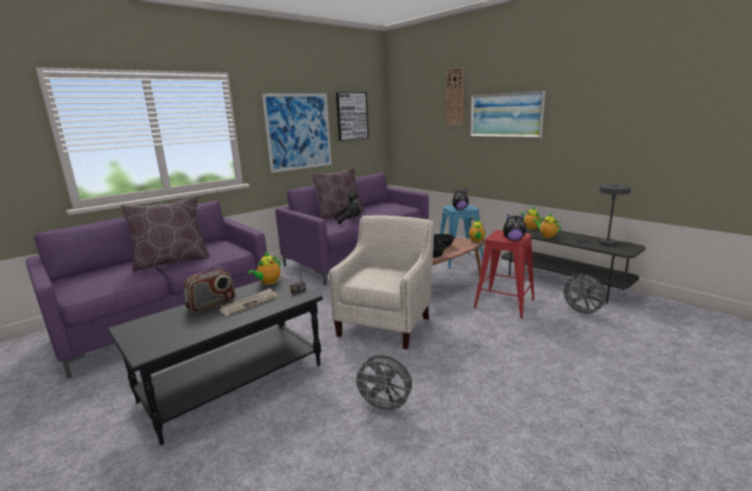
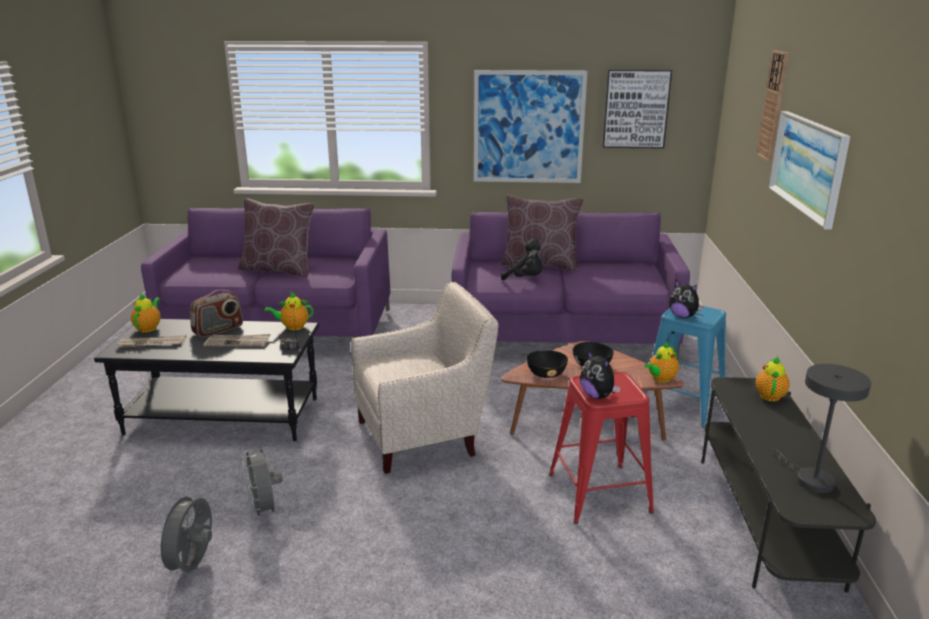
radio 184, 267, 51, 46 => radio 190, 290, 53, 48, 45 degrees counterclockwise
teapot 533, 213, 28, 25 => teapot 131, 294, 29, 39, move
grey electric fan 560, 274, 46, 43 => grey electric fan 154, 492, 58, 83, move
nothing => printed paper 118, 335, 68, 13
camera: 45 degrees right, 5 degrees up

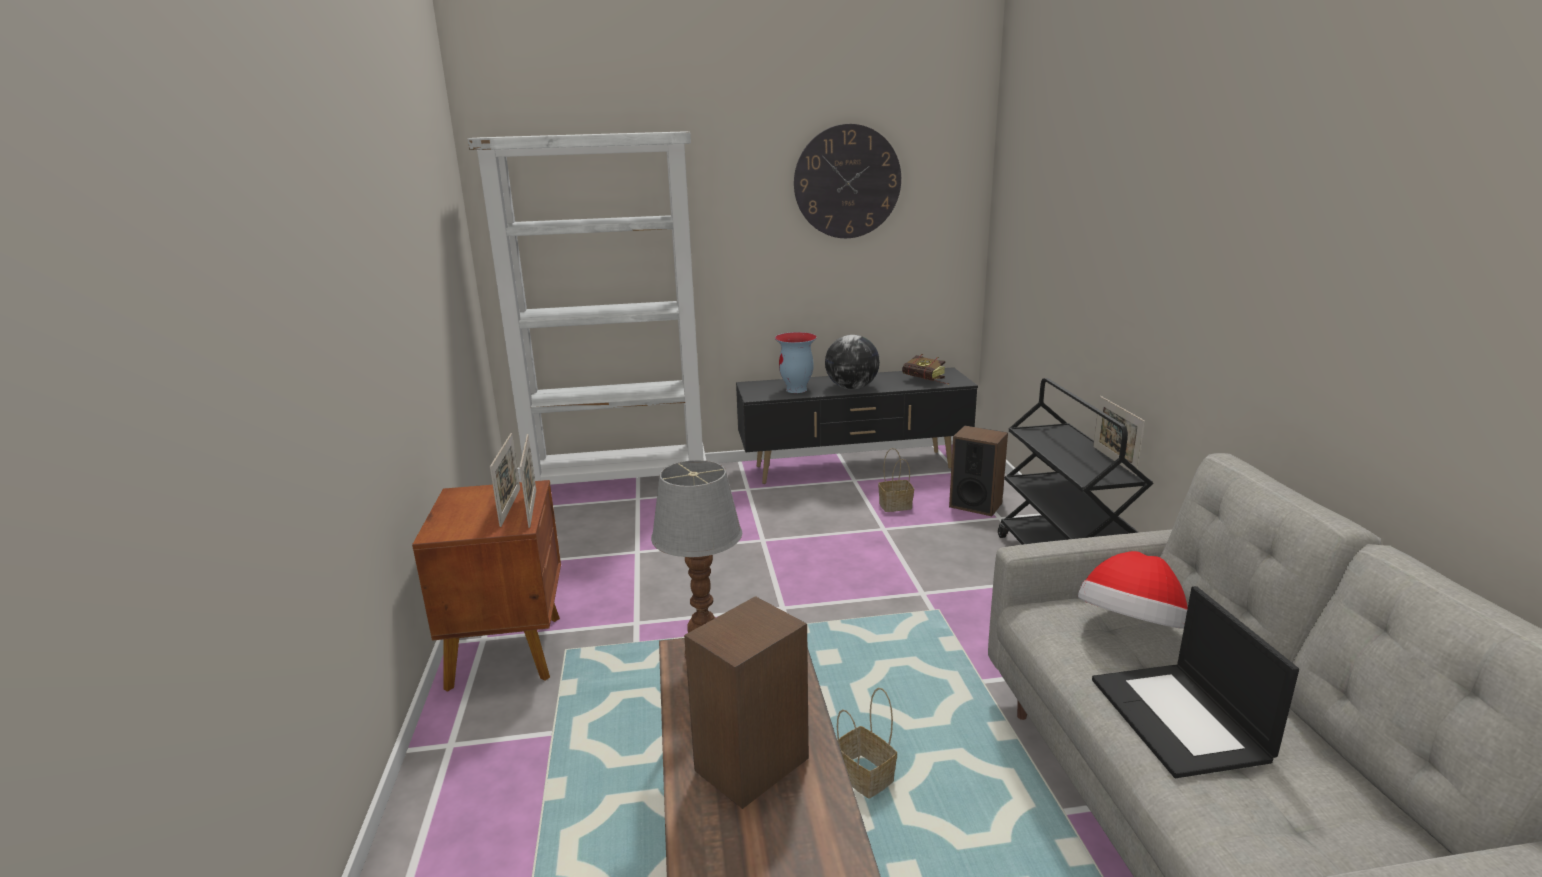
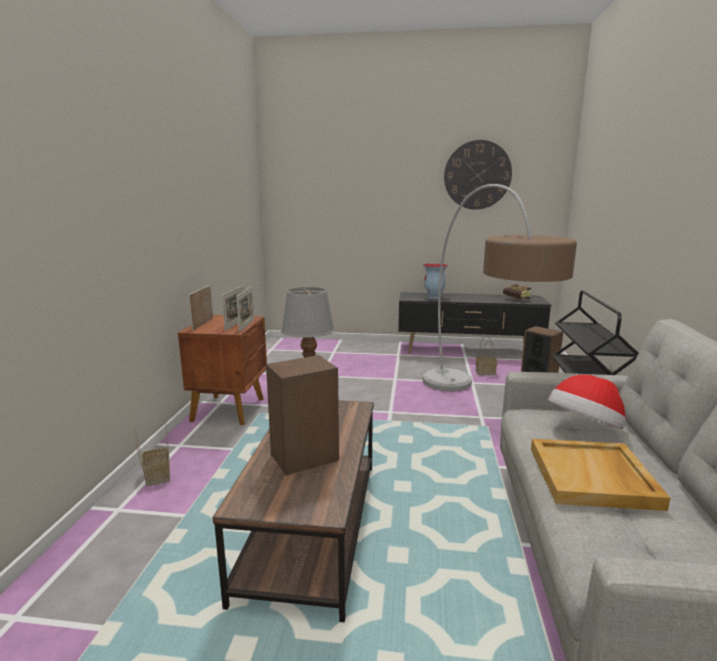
white-coloured shelving unit 468, 131, 238, 354 => nothing
desk globe 825, 335, 55, 54 => nothing
household basket 837, 688, 60, 110 => household basket 134, 426, 36, 60, move
laptop 1092, 586, 207, 192 => beige carrying tray 531, 439, 139, 72
standing frame 1093, 396, 52, 80 => standing frame 189, 285, 24, 46, move
nothing => floor lamp 423, 184, 154, 207
camera: 15 degrees right, 5 degrees down

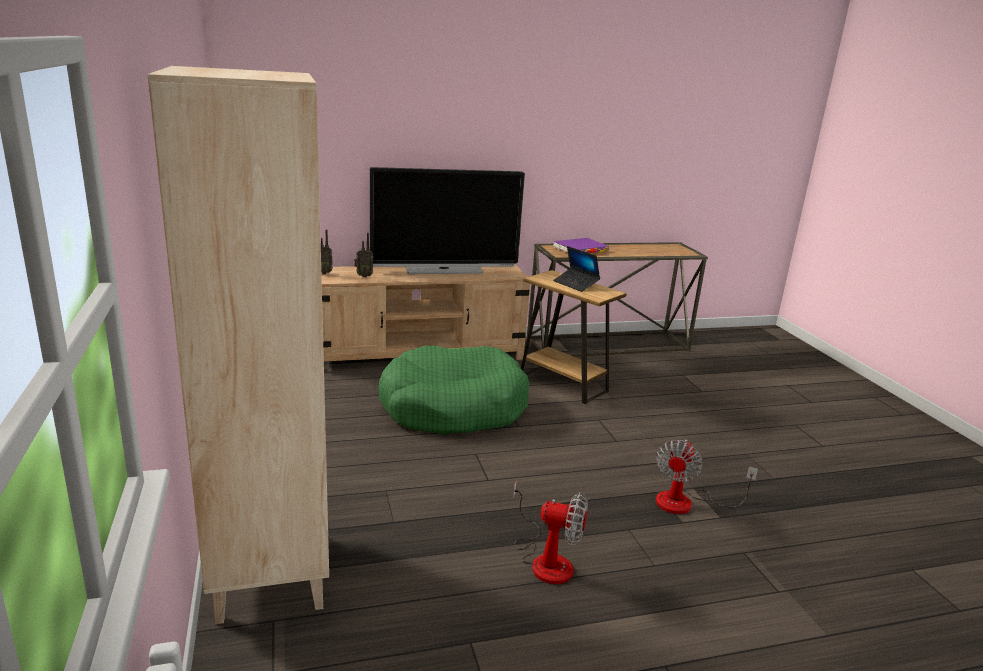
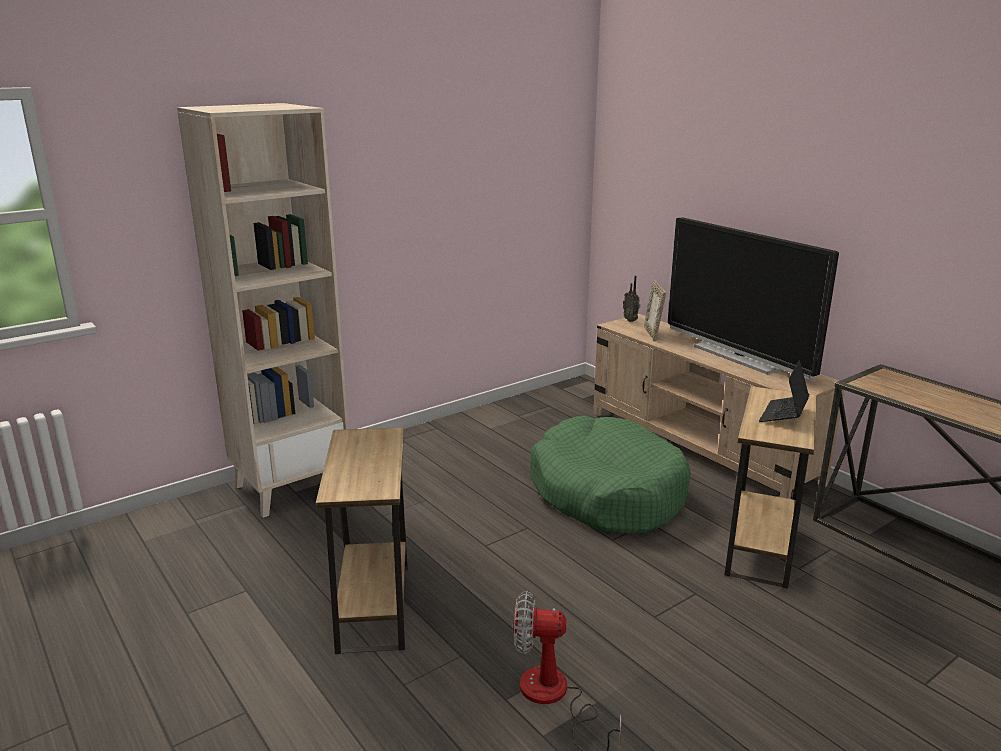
radio 354, 233, 19, 44 => standing frame 644, 280, 22, 61
electric fan 513, 481, 75, 103 => brown-coloured side table 316, 427, 92, 227
purple-coloured volume 553, 238, 56, 15 => nothing
camera: 70 degrees right, 0 degrees up

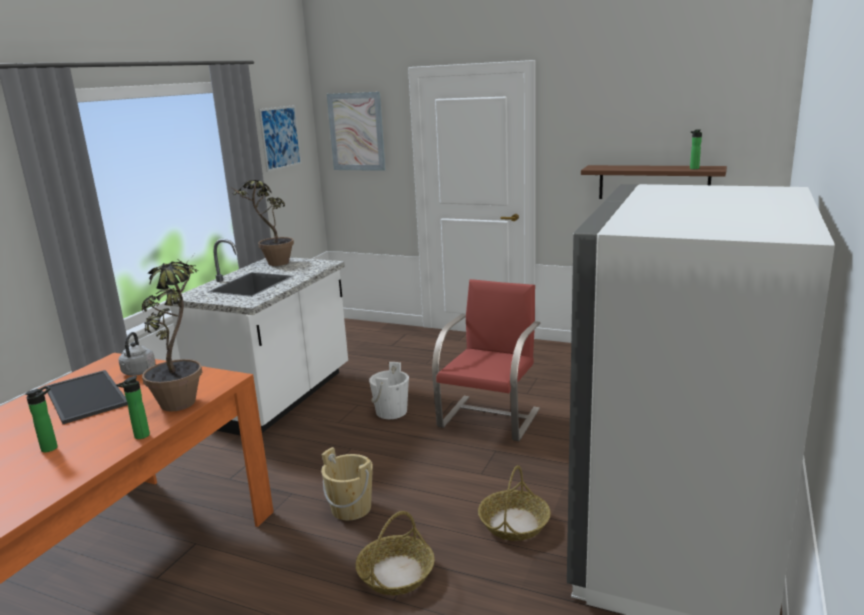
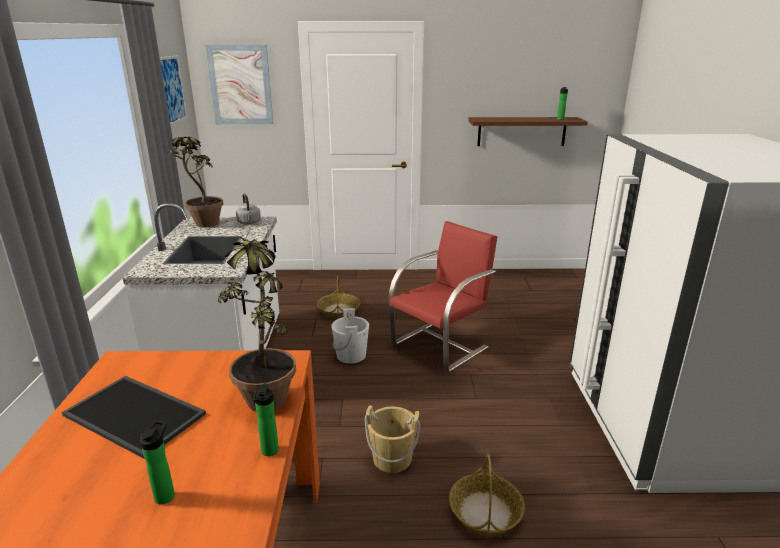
grey kettle 118, 332, 38, 44 => grey kettle 236, 193, 25, 31, move
red-coloured chair 432, 279, 109, 162 => red-coloured chair 389, 221, 109, 151, 45 degrees clockwise
household basket 478, 465, 73, 76 => household basket 317, 275, 43, 44, move
camera: 25 degrees left, 5 degrees up

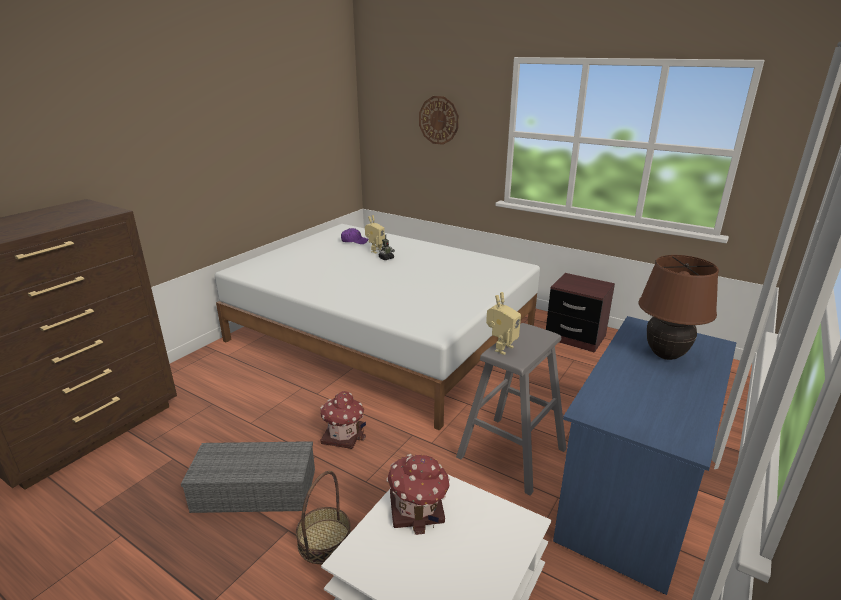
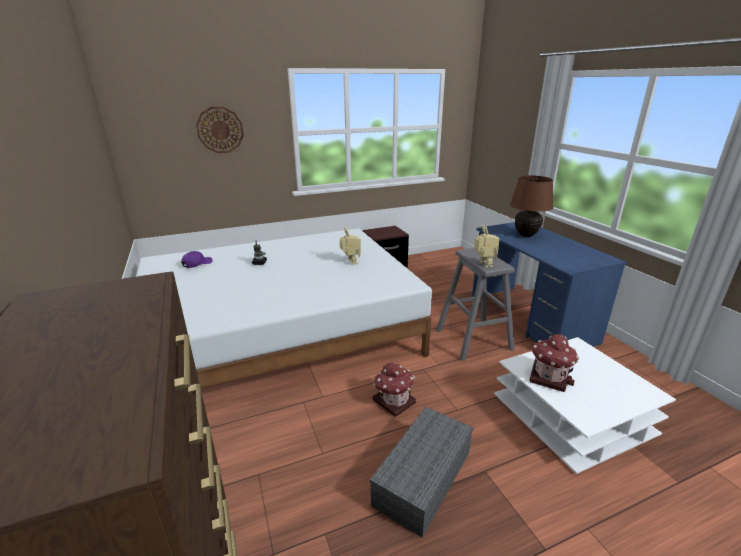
household basket 296, 471, 55, 93 => nothing
robot figure 365, 215, 20, 39 => robot figure 340, 228, 21, 37, move
camera: 55 degrees left, 0 degrees up

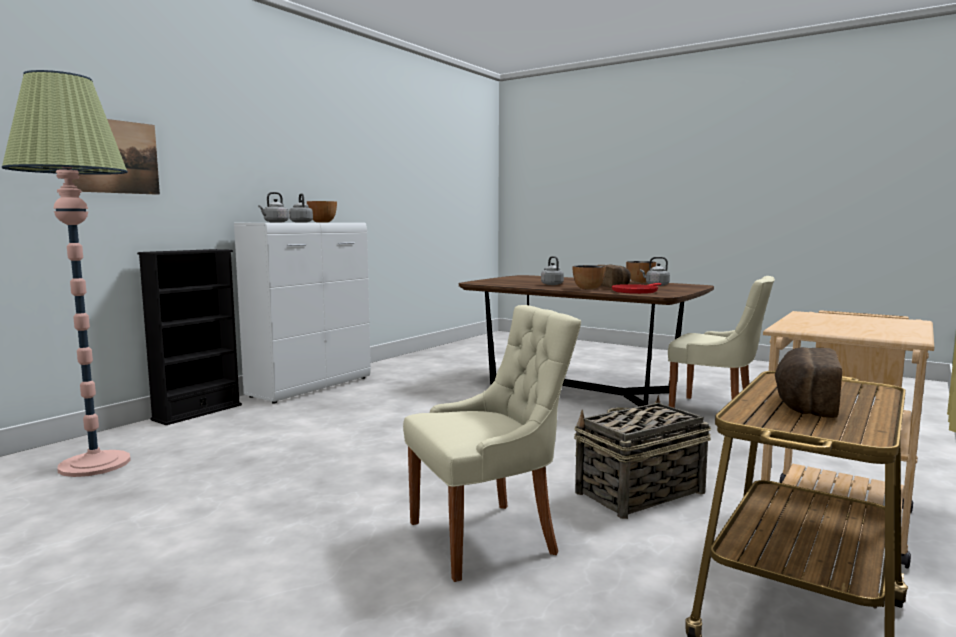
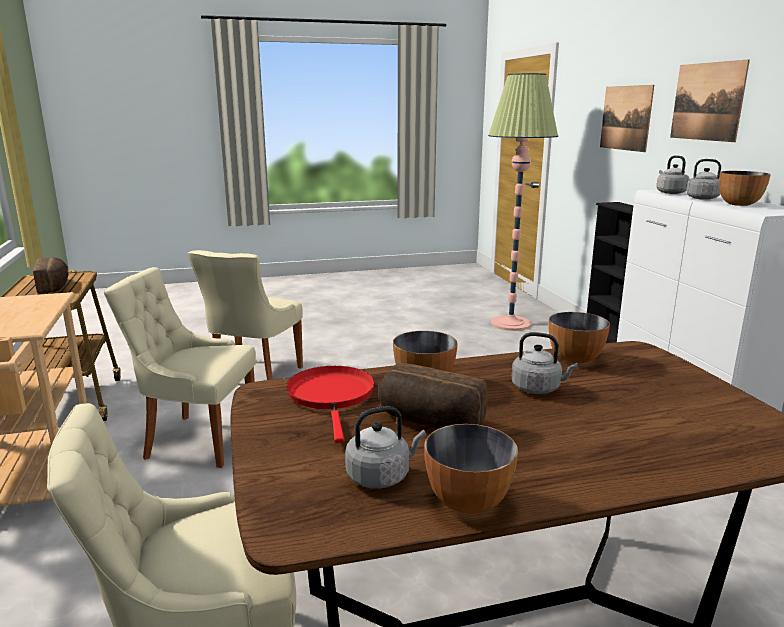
household basket 574, 395, 137, 124 => beige chair 104, 267, 152, 201
nothing => serving bowl 548, 312, 62, 51
nothing => wall art 670, 59, 80, 83
camera: 130 degrees right, 10 degrees up

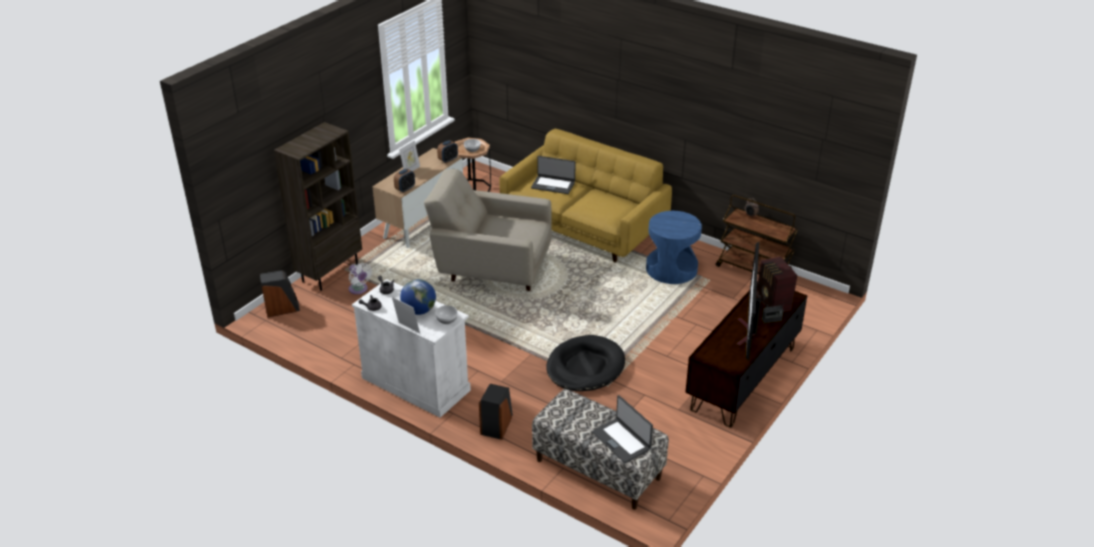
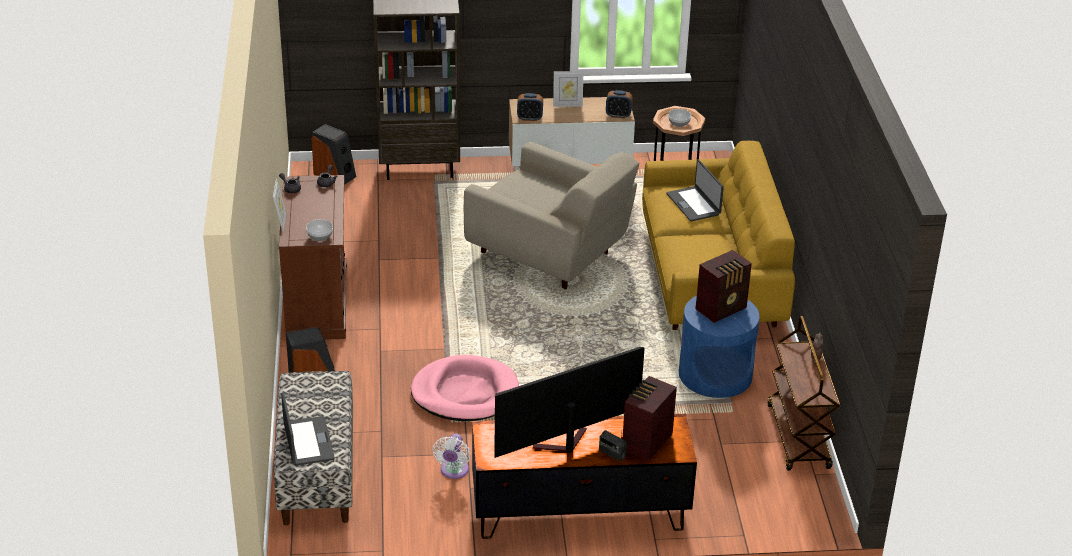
white-coloured electric fan 349, 263, 23, 31 => white-coloured electric fan 432, 433, 39, 46, move
white-coloured cabinet 352, 279, 119, 139 => brown-coloured cabinet 279, 175, 68, 165
desk globe 400, 279, 36, 36 => nothing
beige lounge chair 424, 169, 128, 122 => beige lounge chair 464, 142, 175, 147, 150 degrees clockwise
black dog bed 546, 335, 79, 56 => pink-coloured dog bed 411, 355, 108, 66
laptop 592, 395, 61, 68 => laptop 281, 392, 54, 74, 150 degrees clockwise
nothing => radio 696, 250, 56, 73
camera: 50 degrees right, 0 degrees up

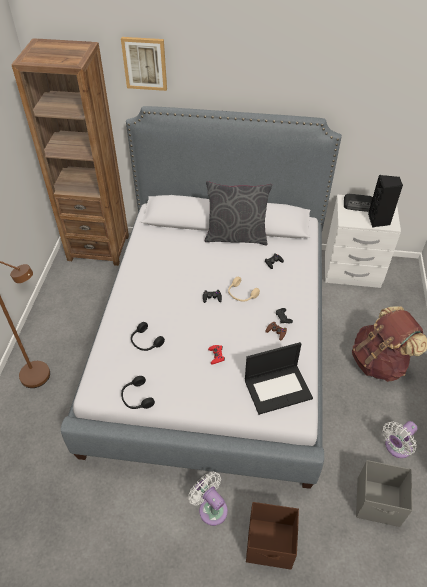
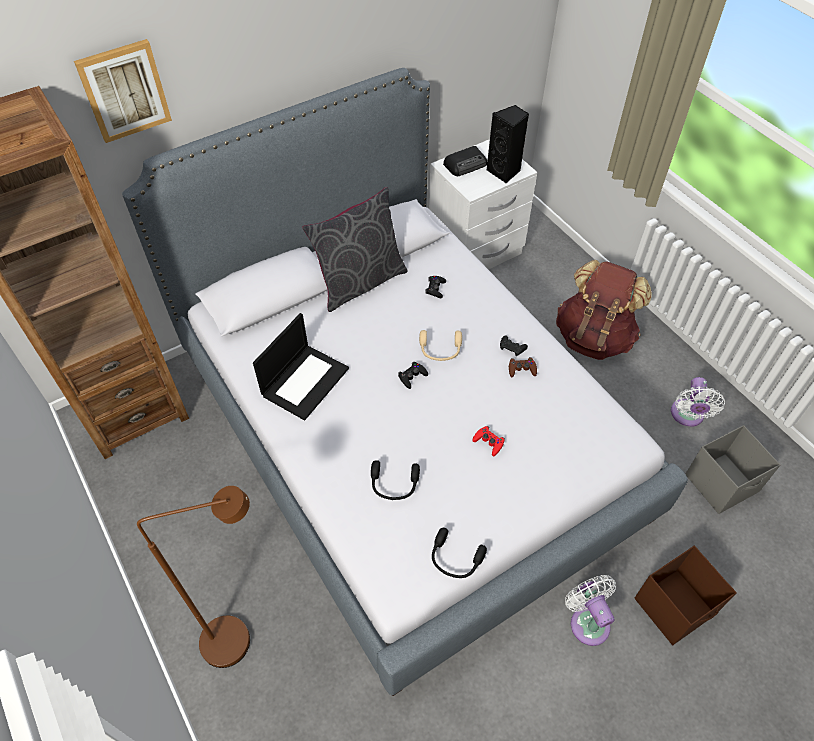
white-coloured electric fan 188, 472, 40, 54 => white-coloured electric fan 565, 575, 51, 71, 60 degrees clockwise
laptop 245, 342, 68, 73 => laptop 253, 313, 96, 108, move
camera: 40 degrees left, 5 degrees up

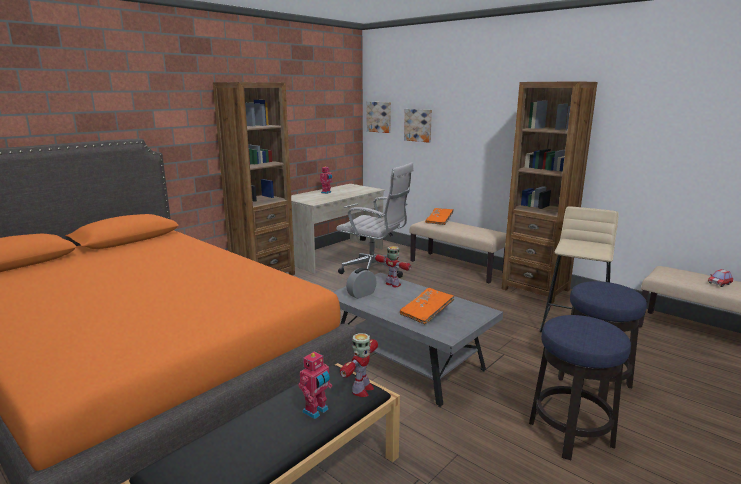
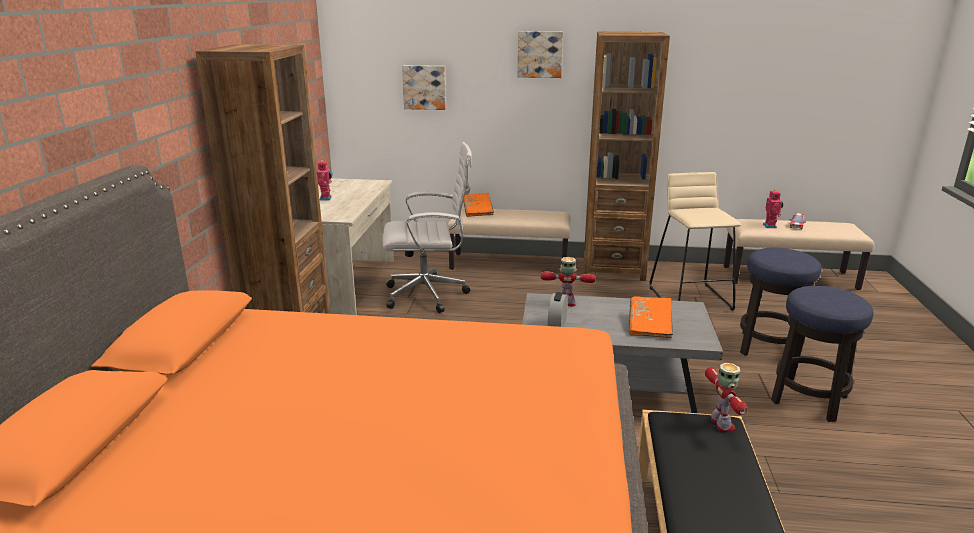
robot figure 298, 351, 34, 68 => robot figure 763, 190, 20, 38, move
wall art 367, 102, 24, 31 => wall art 518, 31, 45, 47, move
camera: 35 degrees left, 5 degrees up

